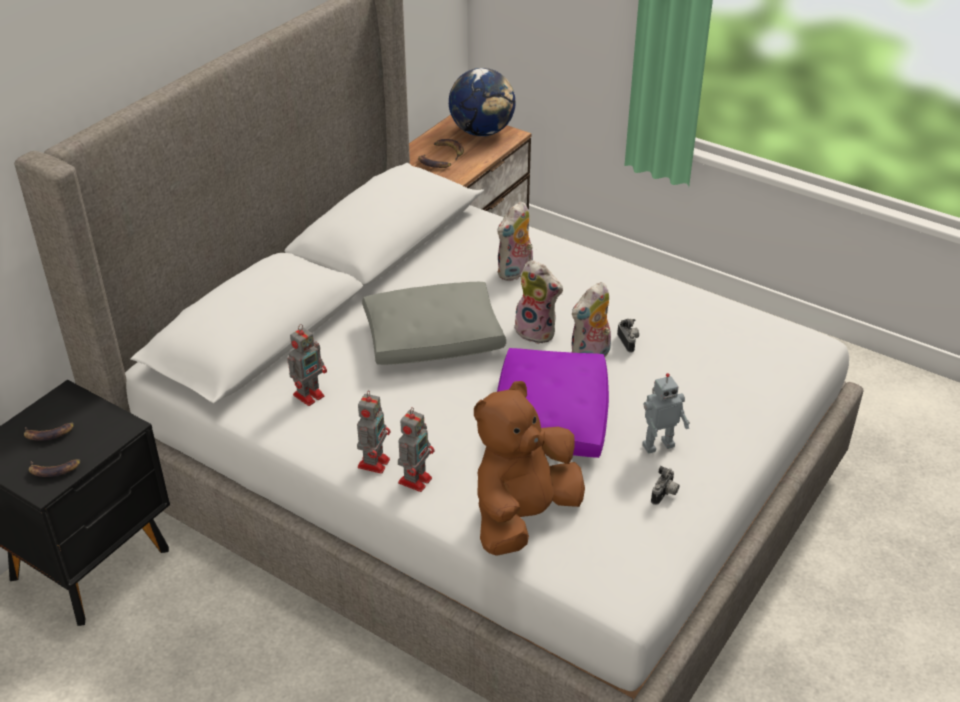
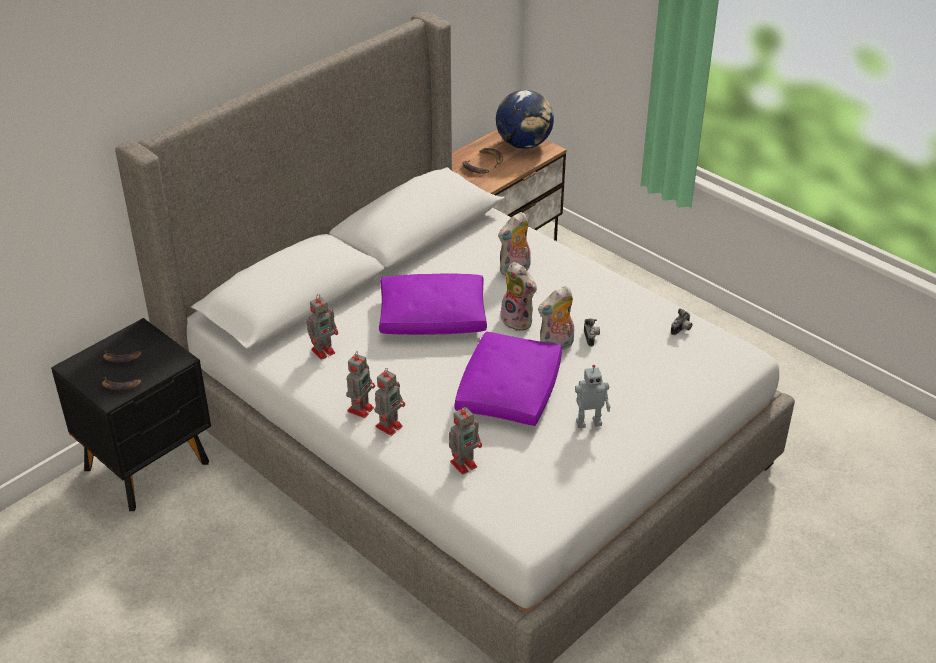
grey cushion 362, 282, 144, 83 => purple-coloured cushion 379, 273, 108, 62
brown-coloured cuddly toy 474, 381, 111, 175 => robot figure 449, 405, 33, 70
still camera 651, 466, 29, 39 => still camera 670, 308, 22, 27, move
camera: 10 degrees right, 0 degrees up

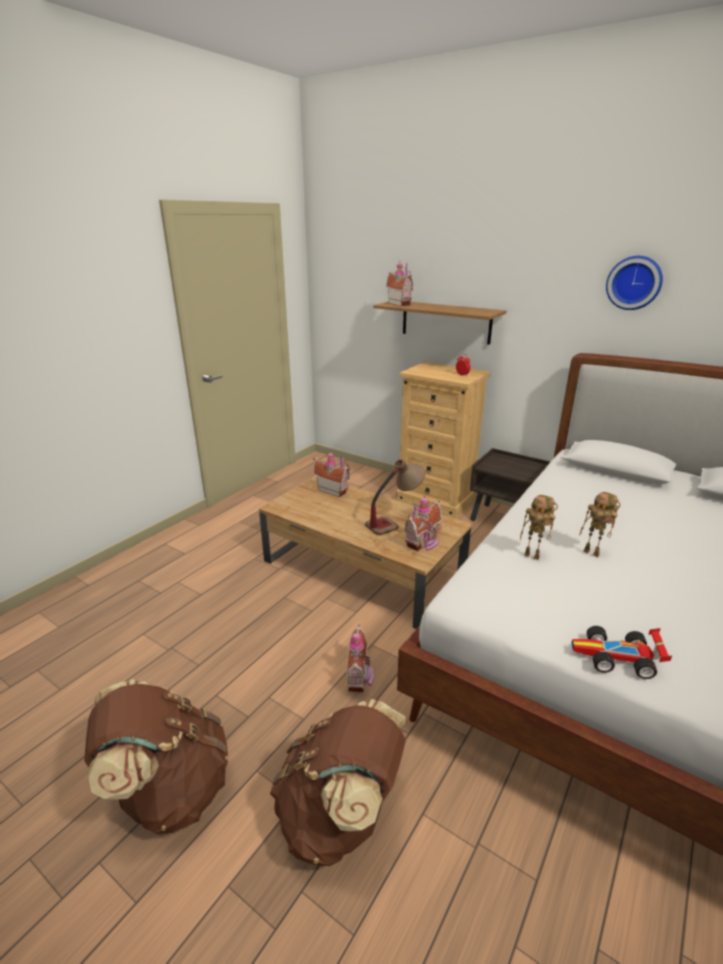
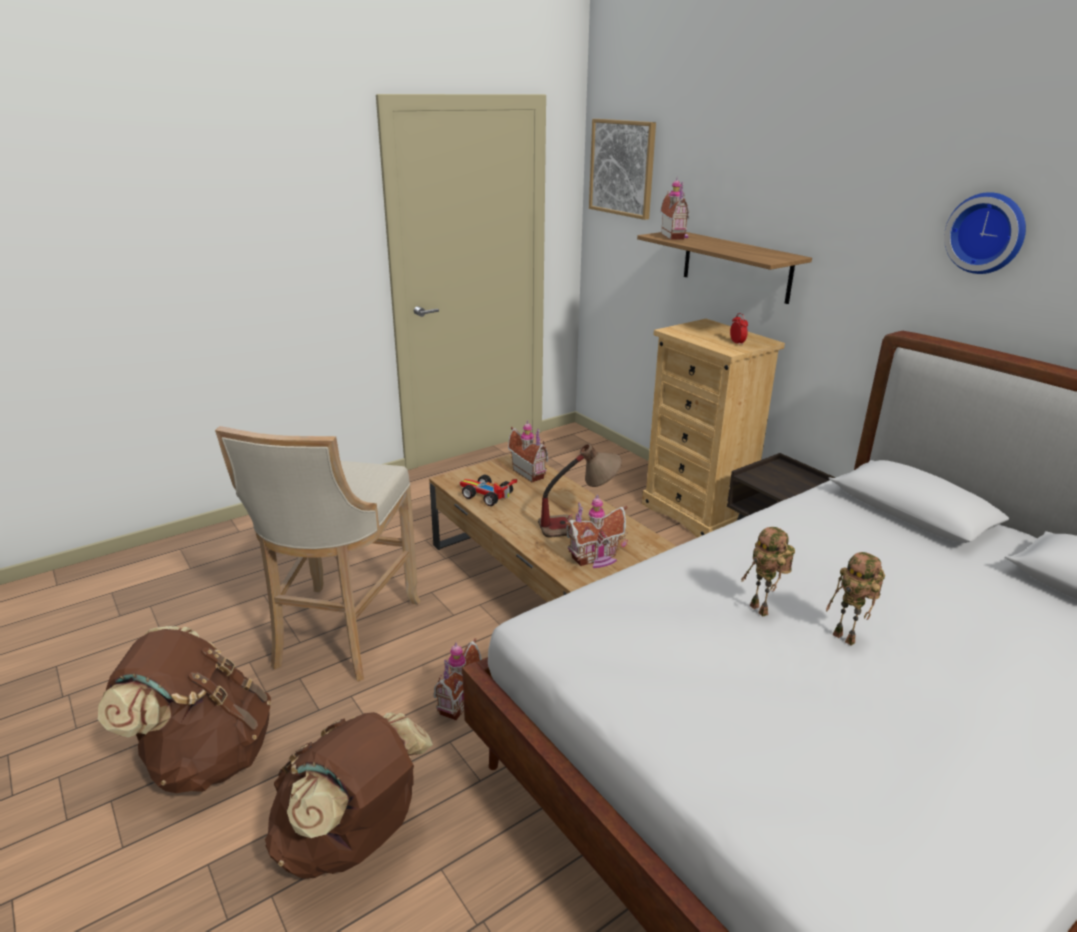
robot figure 520, 495, 38, 65 => robot figure 826, 552, 59, 93, move
miniature car 572, 626, 100, 53 => miniature car 460, 475, 57, 31, move
nothing => beige stool seat 215, 426, 206, 256
nothing => wall art 589, 119, 67, 101
camera: 20 degrees right, 0 degrees up

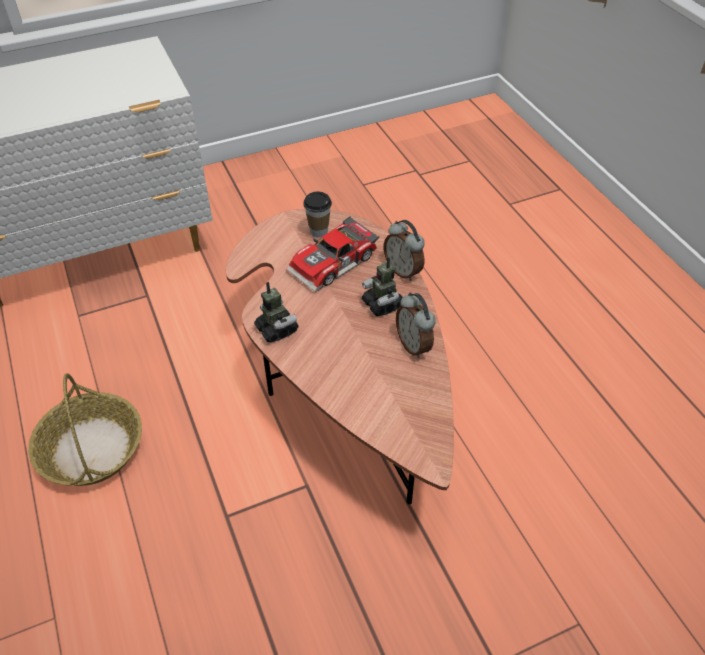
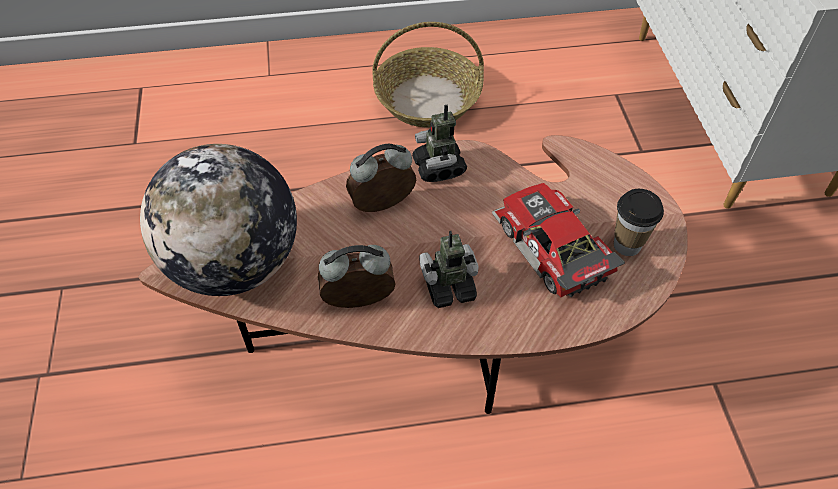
robot figure 254, 282, 45, 60 => robot figure 412, 104, 55, 78, 90 degrees clockwise
alarm clock 384, 220, 41, 61 => alarm clock 346, 144, 70, 68, move
nothing => desk globe 140, 144, 157, 152
camera: 105 degrees right, 5 degrees up

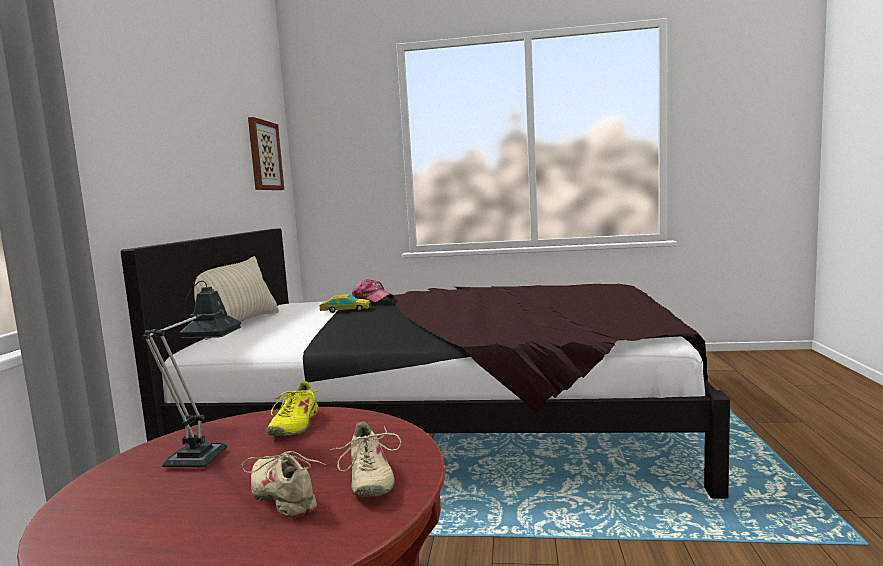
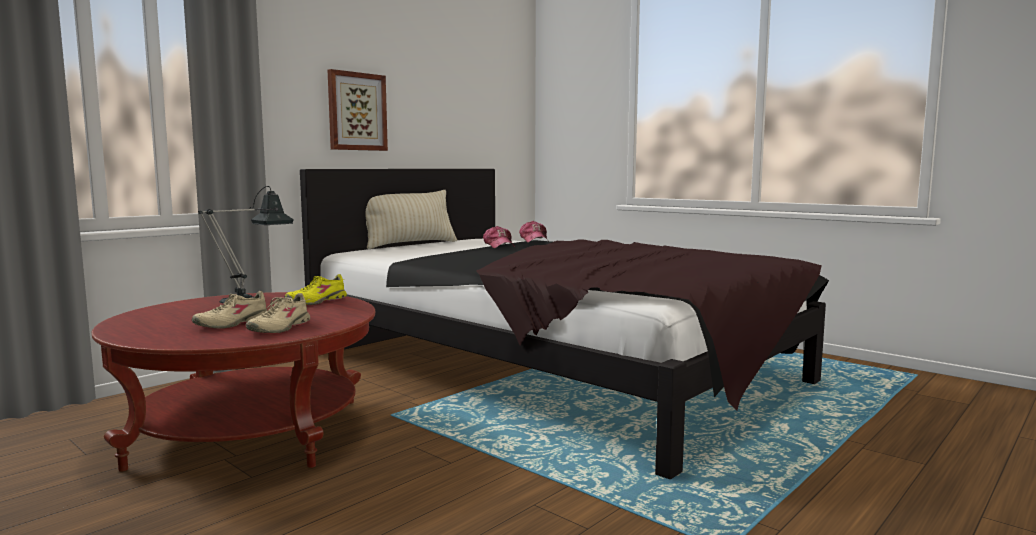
beige shoe 241, 451, 85, 67 => beige shoe 192, 291, 76, 37, 135 degrees counterclockwise
wall art 248, 117, 36, 73 => wall art 327, 69, 61, 82, move
miniature car 320, 294, 51, 19 => baseball cap 483, 226, 32, 22
camera: 35 degrees right, 0 degrees up

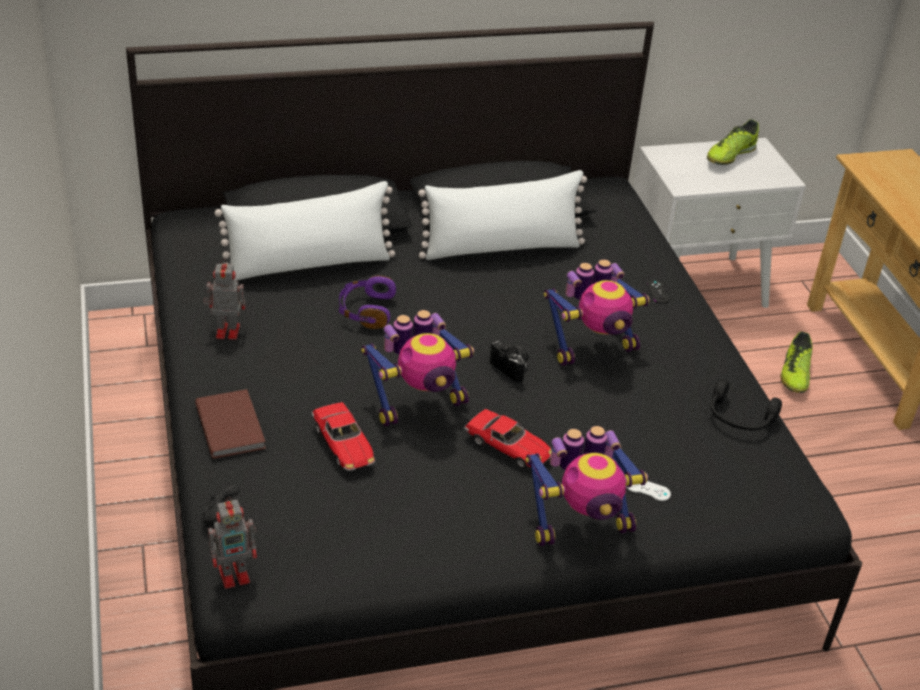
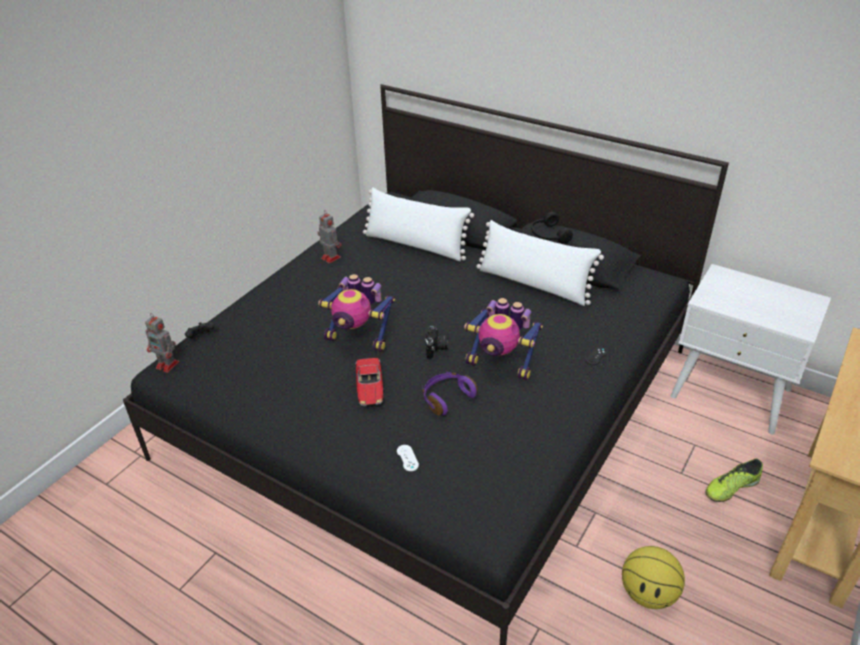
brown-coloured volume 195, 389, 71, 70 => nothing
miniature car 312, 402, 63, 69 => nothing
purple-coloured headset 339, 275, 57, 54 => purple-coloured headset 423, 372, 55, 44, move
robot figure 525, 426, 123, 120 => nothing
shoe 707, 119, 52, 46 => nothing
black headset 711, 379, 71, 52 => black headset 531, 212, 42, 31, move
nothing => basketball ball 622, 546, 63, 63
camera: 50 degrees right, 0 degrees up

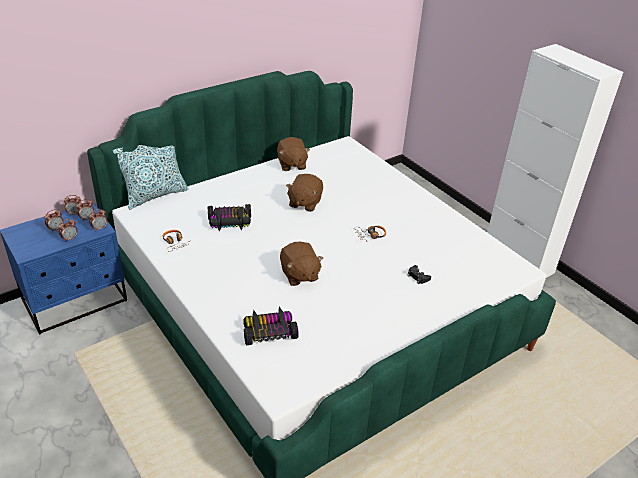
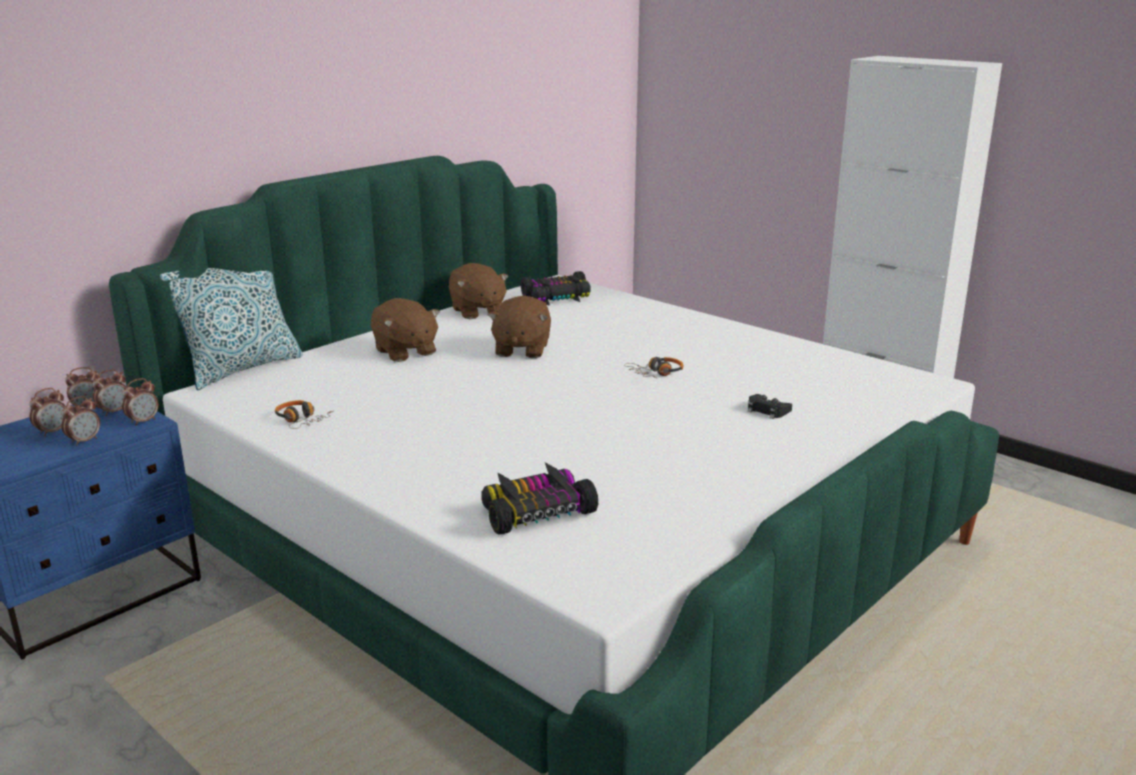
miniature car 208, 204, 43, 28 => miniature car 521, 271, 70, 35, move
brown-coloured cuddly toy 280, 242, 43, 44 => brown-coloured cuddly toy 371, 298, 69, 64, move
camera: 10 degrees left, 15 degrees down

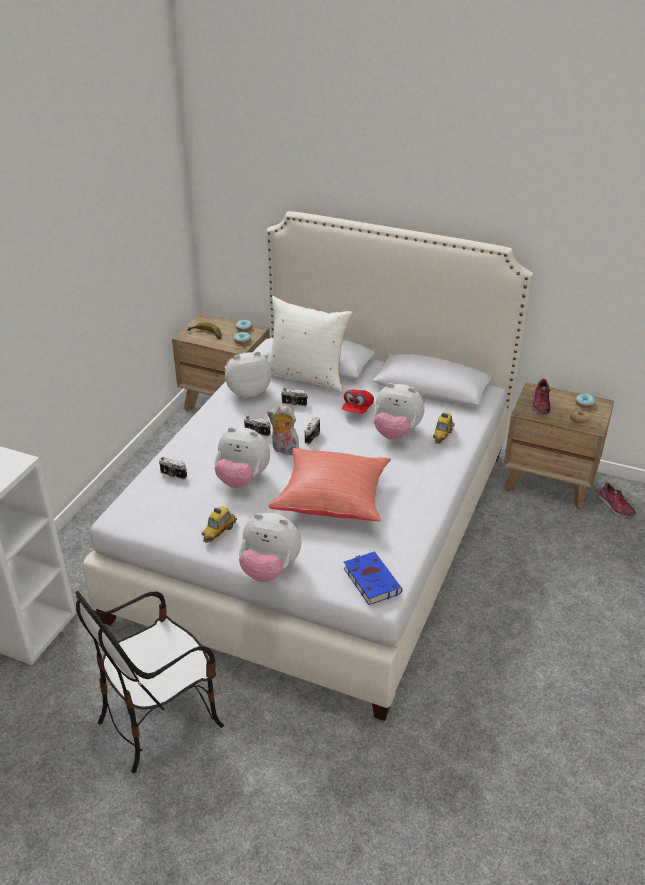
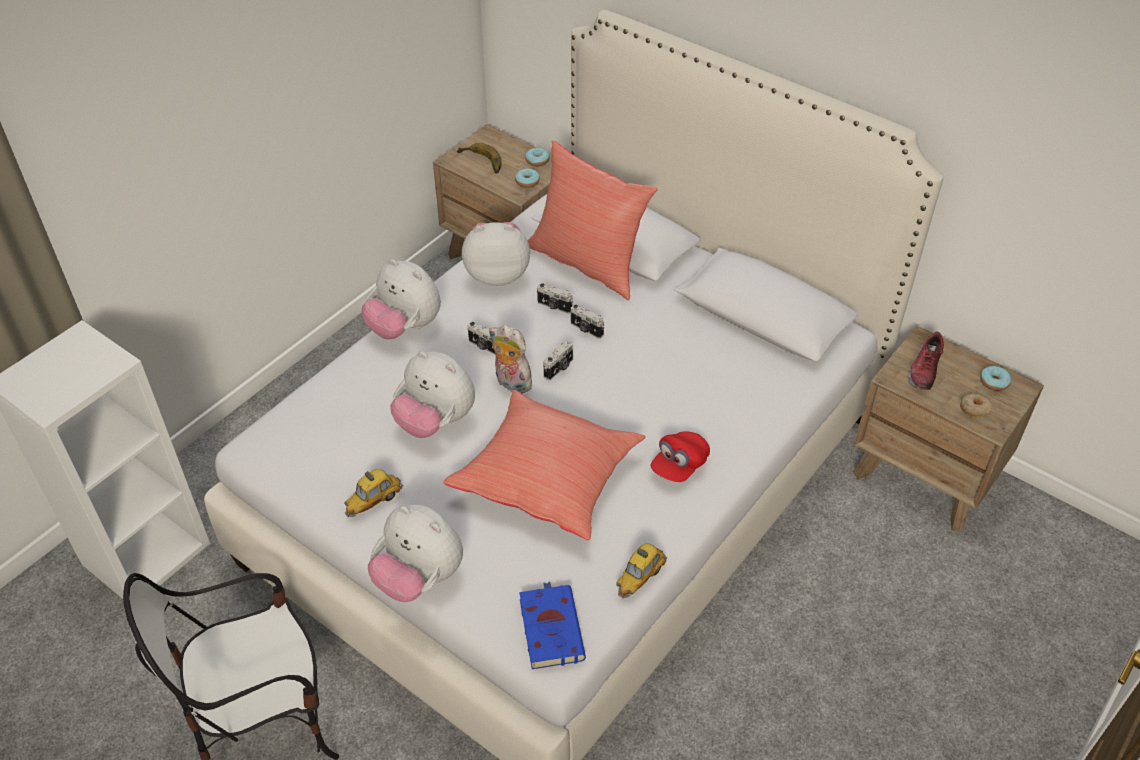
still camera 159, 457, 28, 23 => still camera 571, 304, 33, 35, move
white-coloured cushion 267, 296, 86, 97 => red-coloured cushion 528, 141, 130, 159
red-coloured baseball cap 342, 390, 32, 23 => red-coloured baseball cap 650, 432, 60, 50, move
cuddly toy 374, 383, 51, 57 => cuddly toy 361, 259, 80, 81, move
miniature car 433, 413, 21, 31 => miniature car 616, 543, 51, 55, move
shoe 598, 483, 38, 35 => nothing
camera: 15 degrees right, 10 degrees up

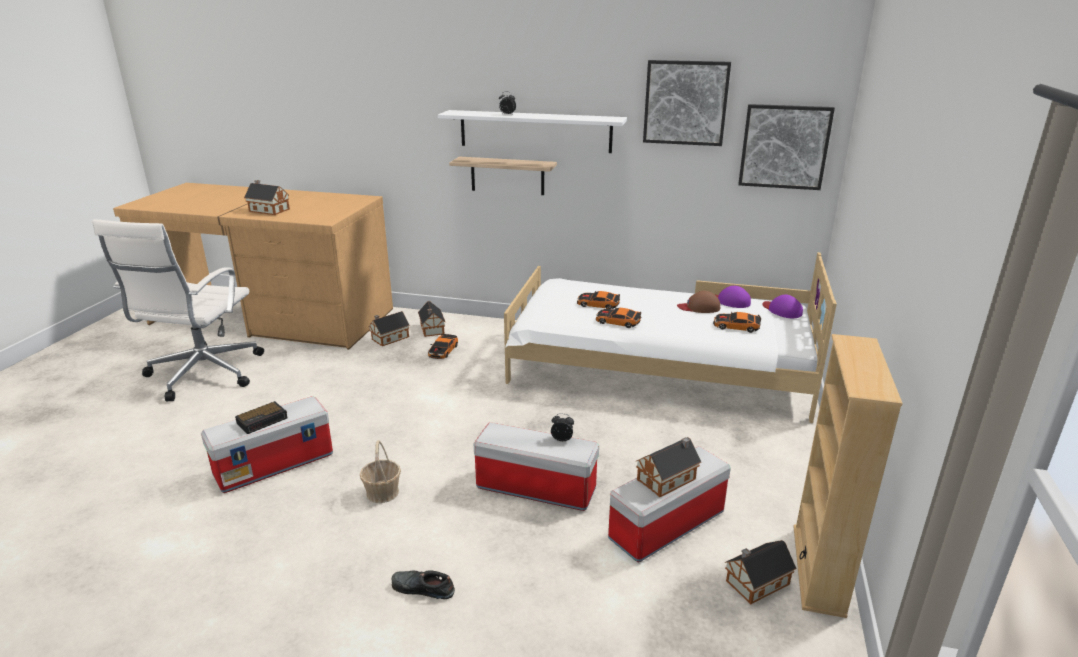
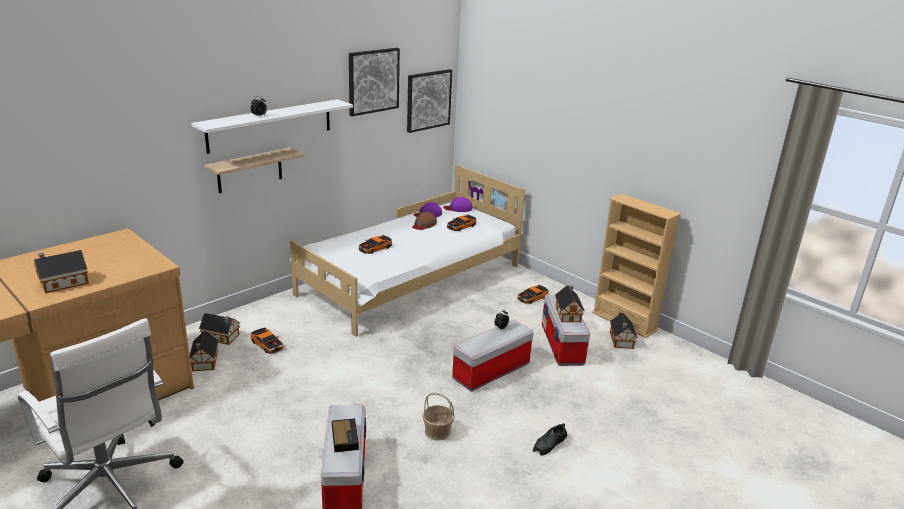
miniature car 596, 307, 45, 21 => miniature car 518, 285, 31, 19, move
camera: 60 degrees left, 0 degrees up

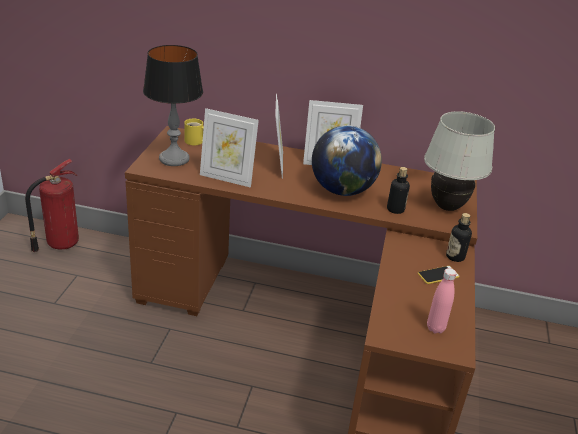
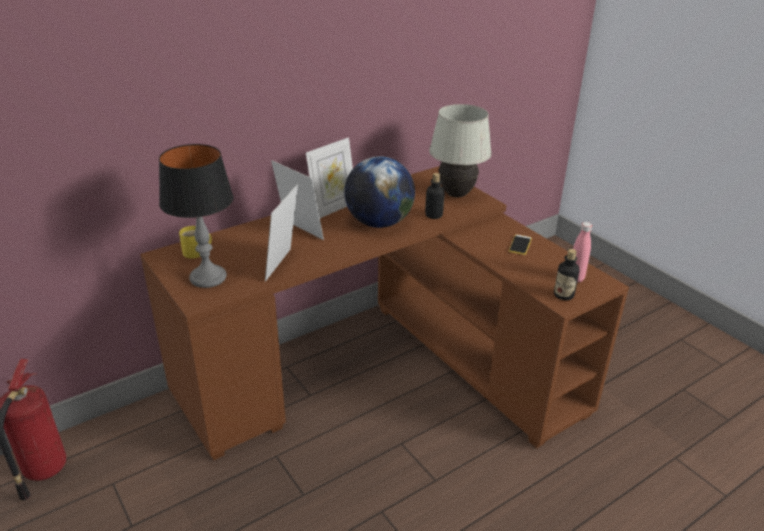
standing frame 200, 108, 59, 80 => standing frame 265, 184, 33, 98, 135 degrees clockwise
drink bottle 446, 213, 26, 49 => drink bottle 554, 249, 26, 51, move
camera: 45 degrees left, 0 degrees up

